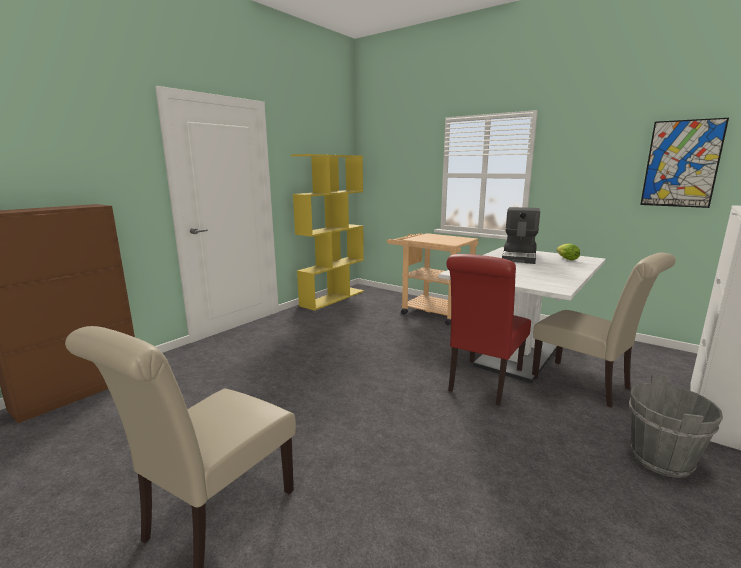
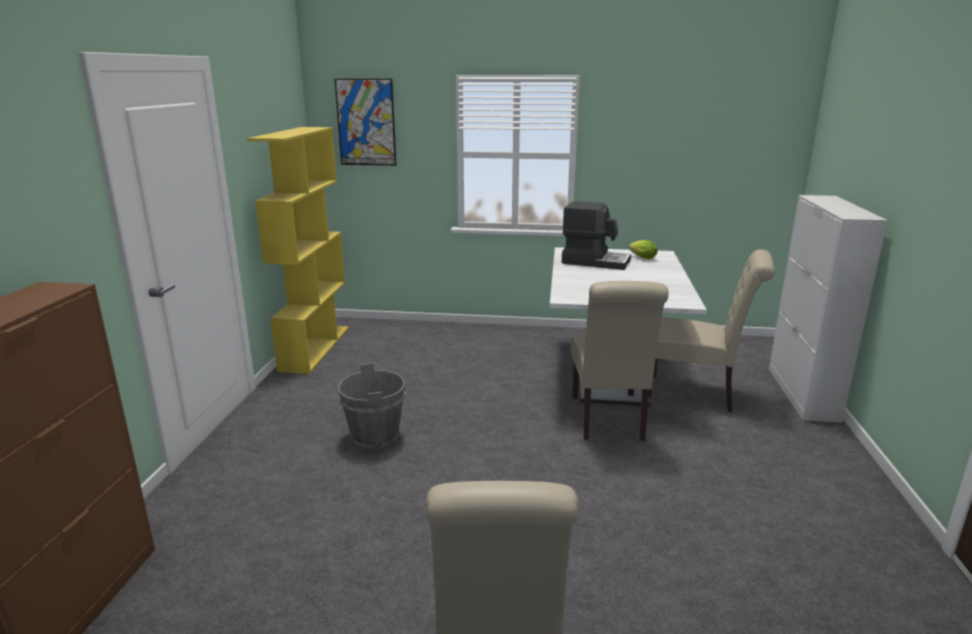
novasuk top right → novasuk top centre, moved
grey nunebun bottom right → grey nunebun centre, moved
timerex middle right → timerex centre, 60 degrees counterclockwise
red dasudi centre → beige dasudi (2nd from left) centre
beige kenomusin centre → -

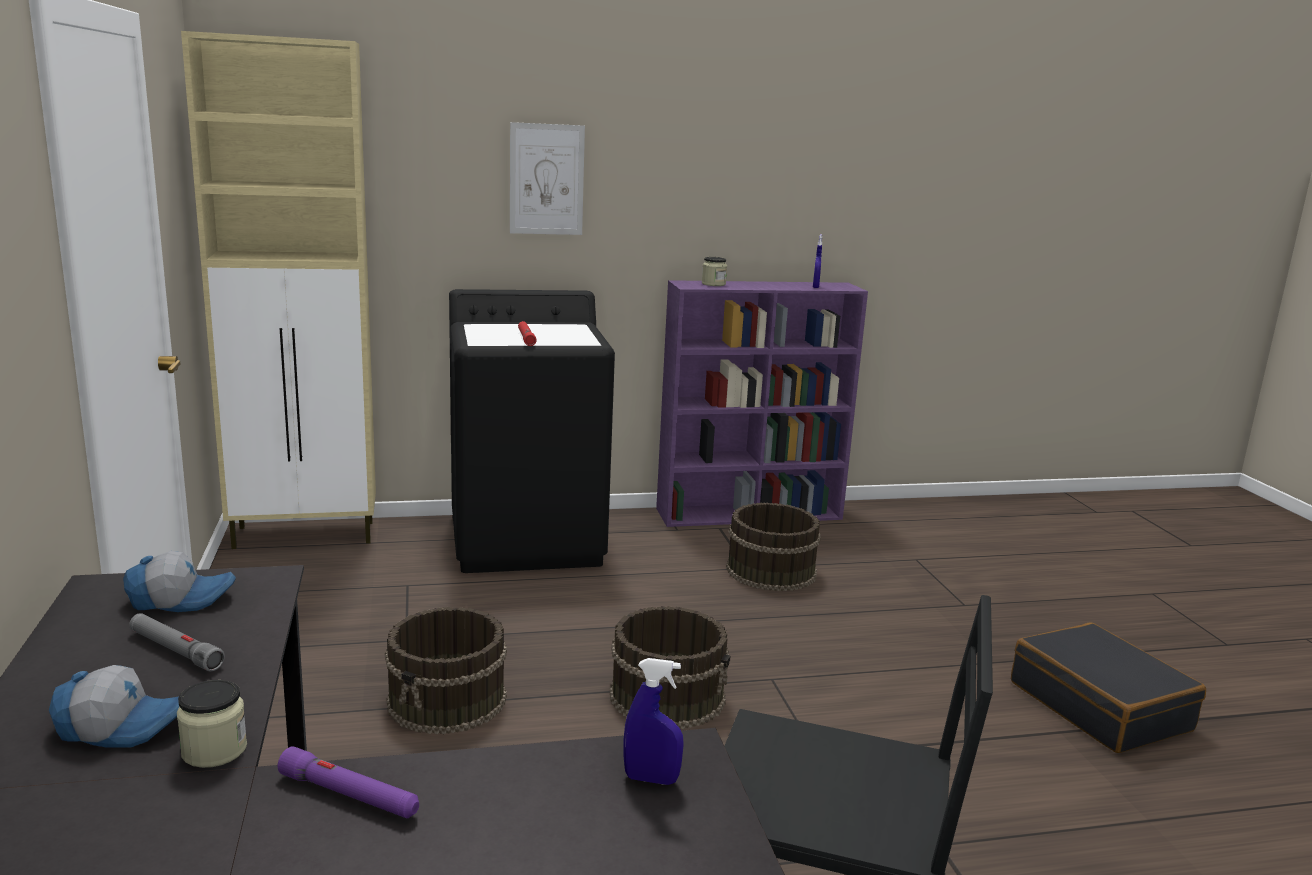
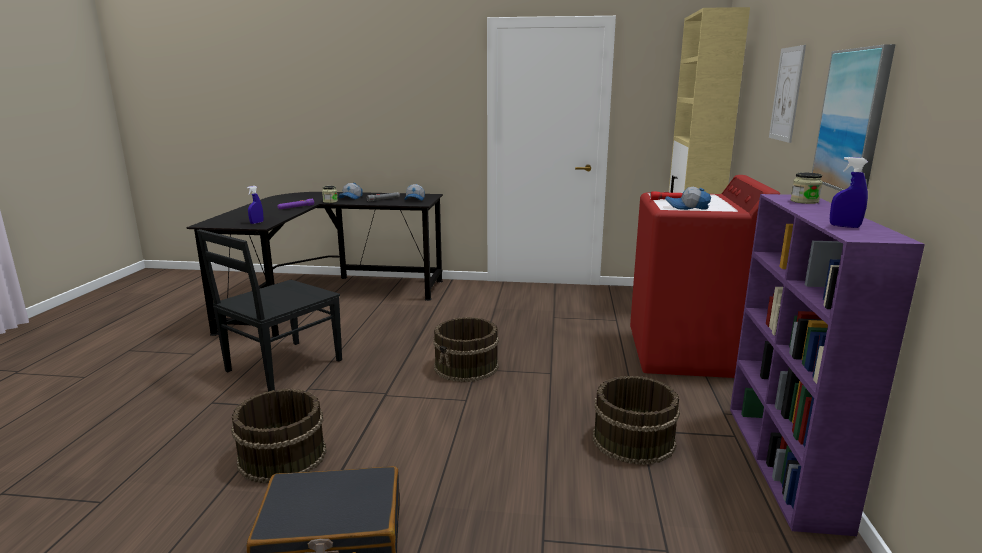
brown nunebun (1st from left) bottom centre → brown nunebun (1st from left) bottom left, moved
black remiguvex centre → red remiguvex middle right
- → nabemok (3rd from left) middle right
- → novasuk (2nd from left) top right

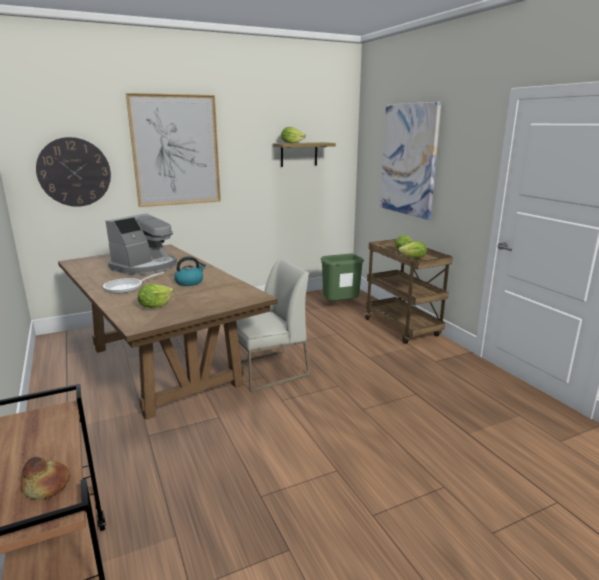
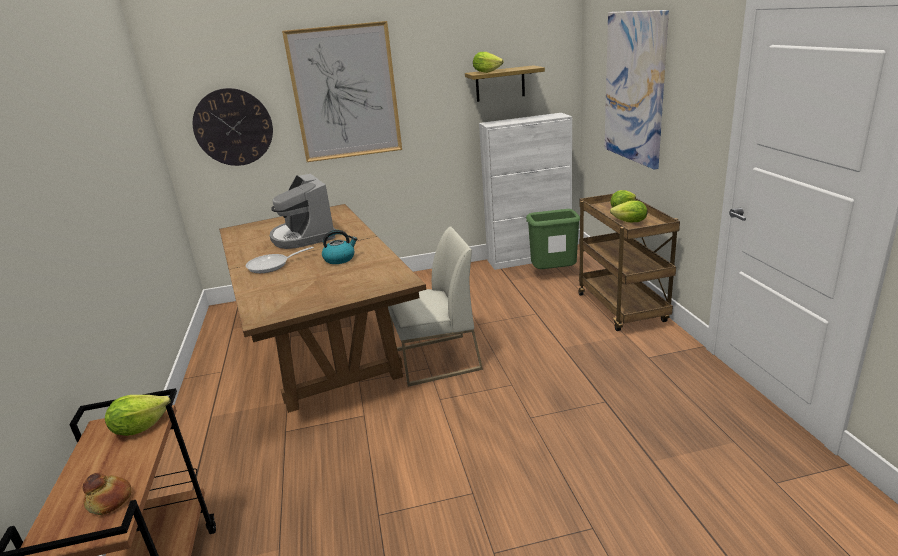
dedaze (1st from left) middle left → dedaze (1st from left) bottom left, moved
timerex middle left → timerex centre, 105 degrees clockwise
- → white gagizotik centre

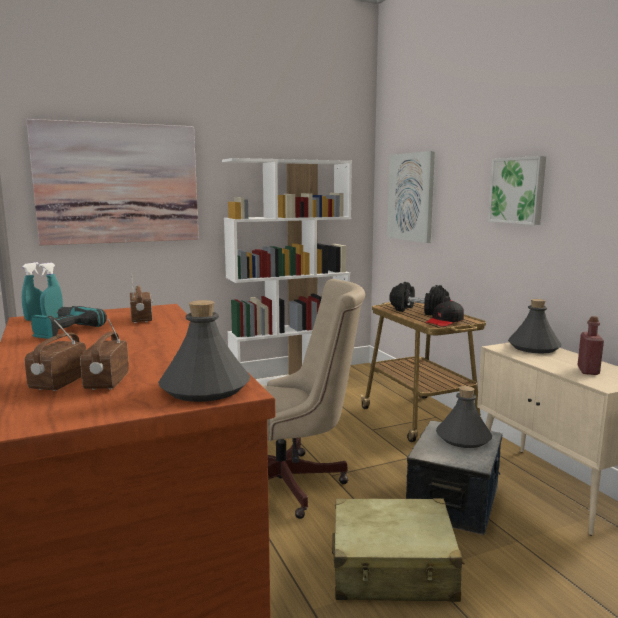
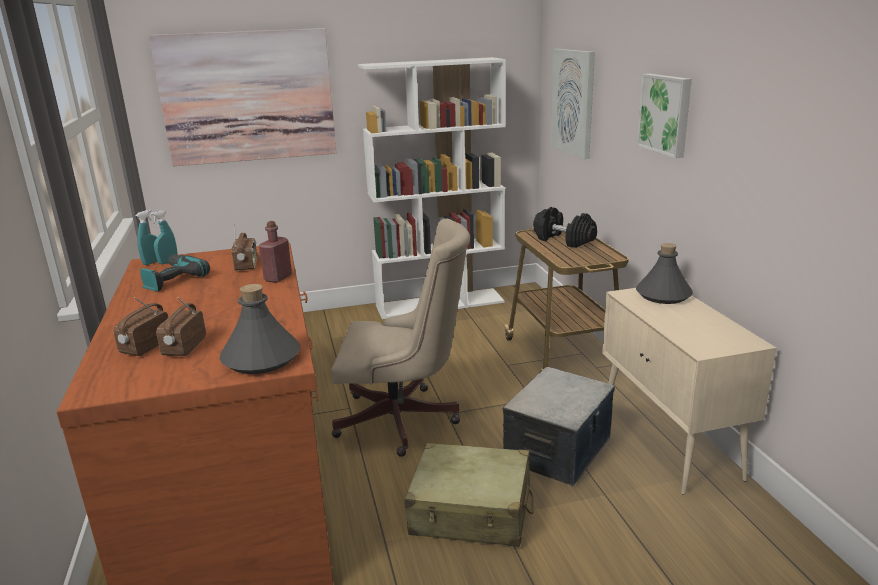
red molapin middle right → red molapin middle left, moved
black nabemok middle right → -
grey molapin (2nd from left) bottom right → -

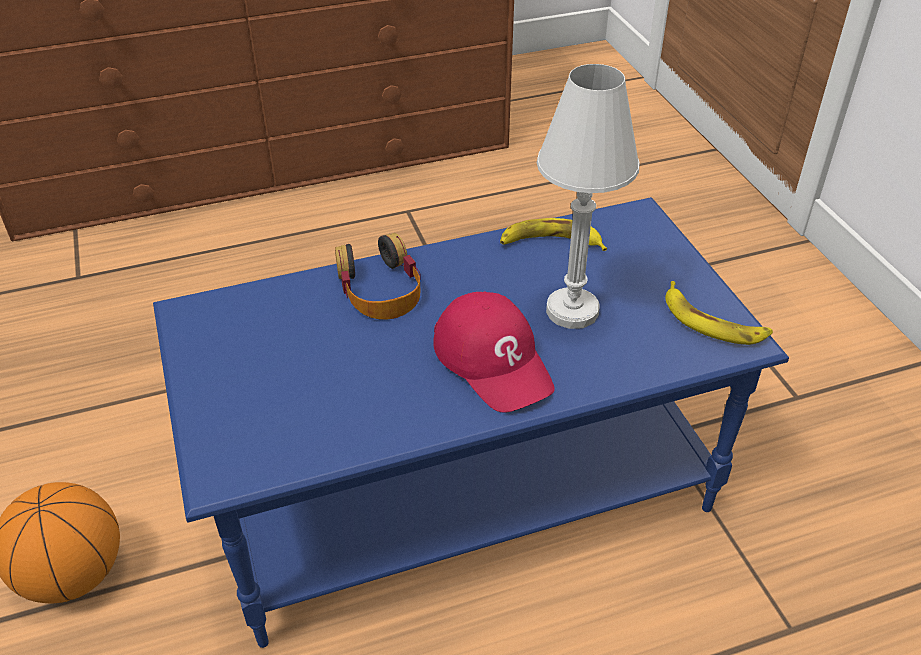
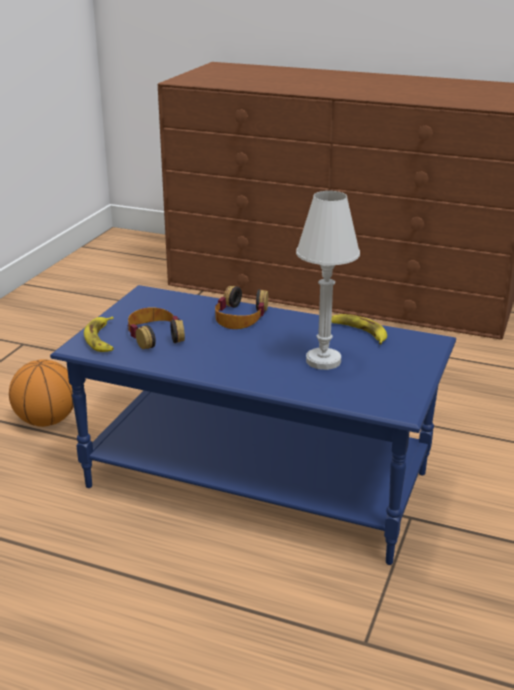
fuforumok (2nd from left in the first image) middle right → fuforumok (1st from left) middle left, moved
- → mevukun (1st from left) middle left
red nabemok centre → -

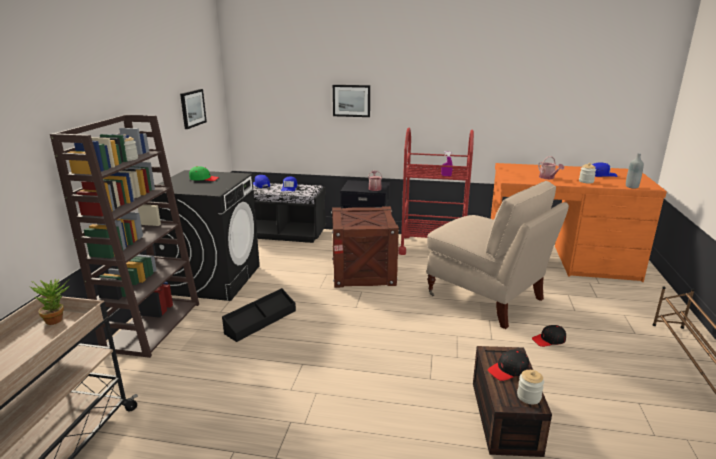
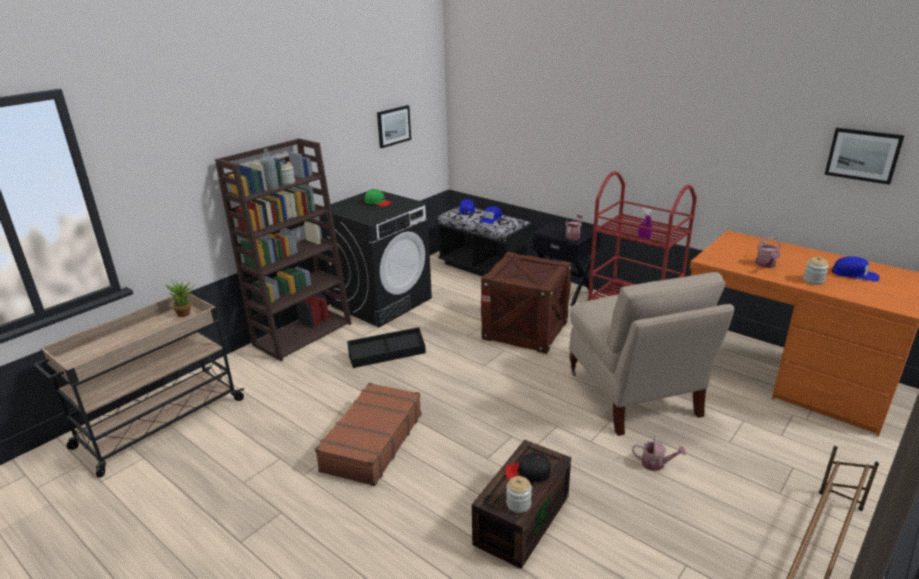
grey molapin middle right → grey molapin top left, moved
- → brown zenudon bottom centre
black nabemok (2nd from left) bottom right → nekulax (2nd from left) bottom right
novasuk (2nd from left) top centre → novasuk (2nd from left) top right, moved

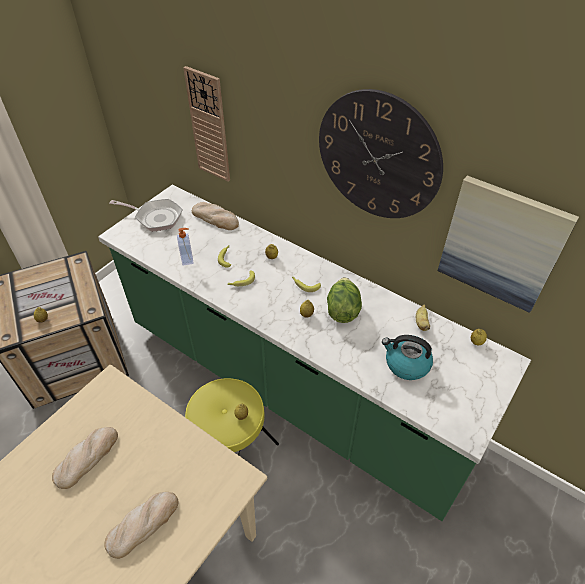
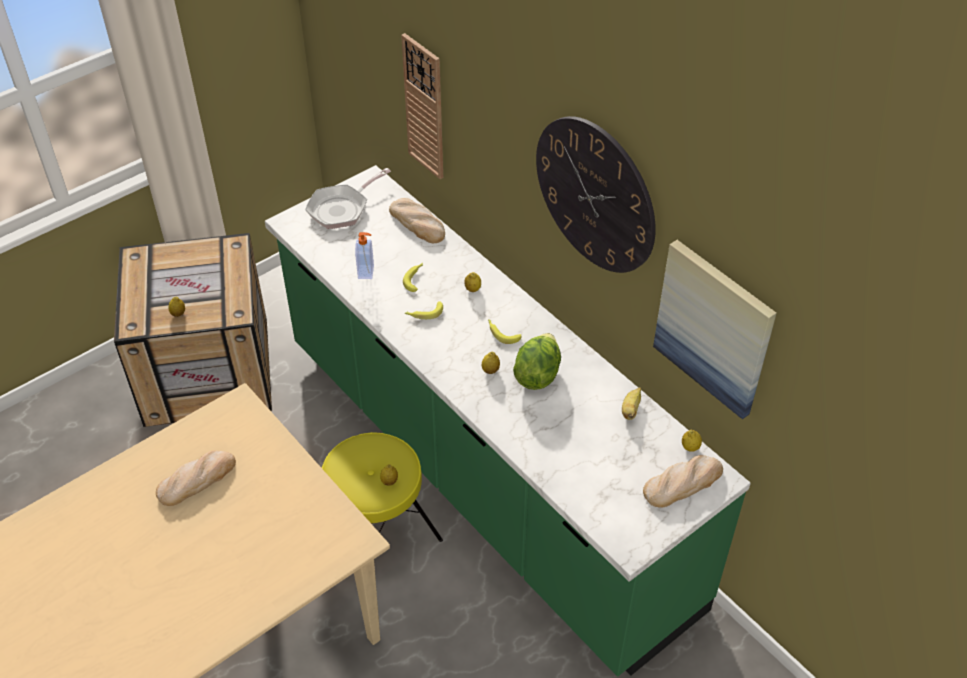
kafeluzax middle left → kafeluzax top centre, 105 degrees clockwise
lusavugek (2nd from left in the first image) bottom left → lusavugek (3rd from left) bottom right, moved
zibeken middle right → -

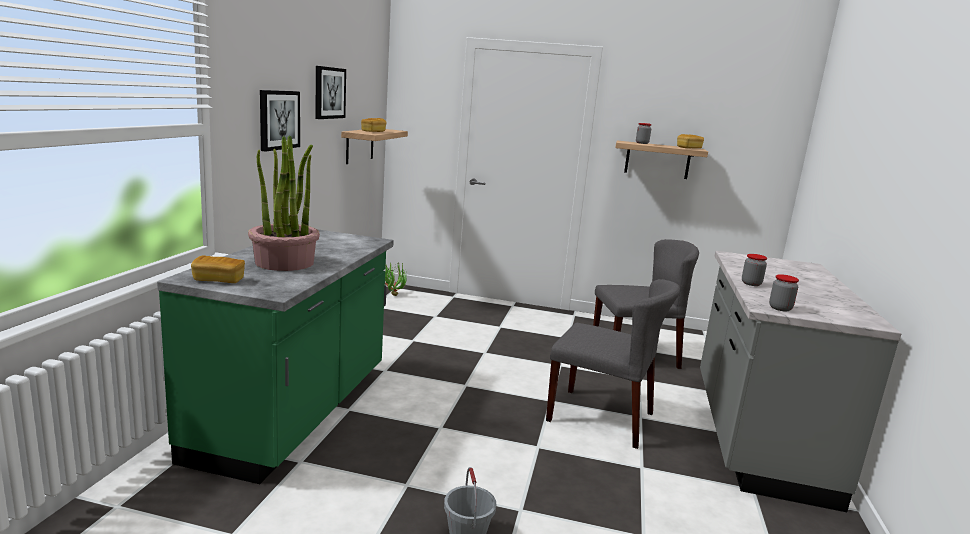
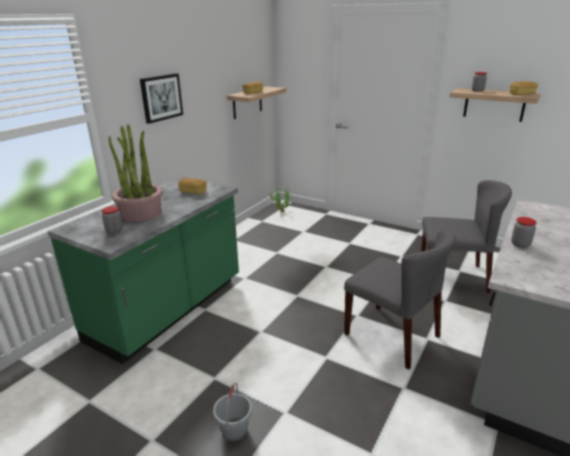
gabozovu (3rd from left in the first image) middle right → gabozovu (1st from left) middle left, moved
lusavugek (1st from left) middle left → lusavugek (1st from left) centre, moved
novasuk (2nd from left) top centre → -

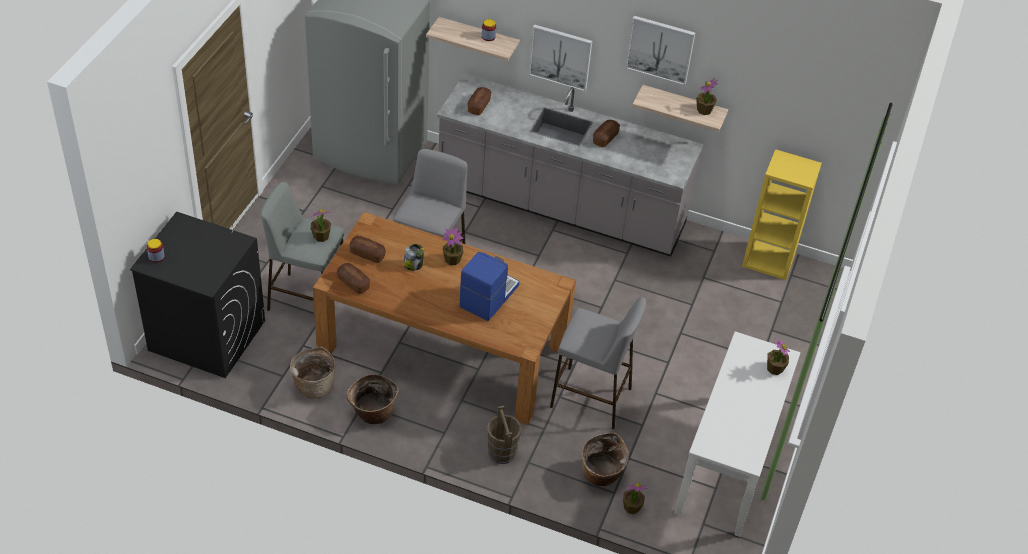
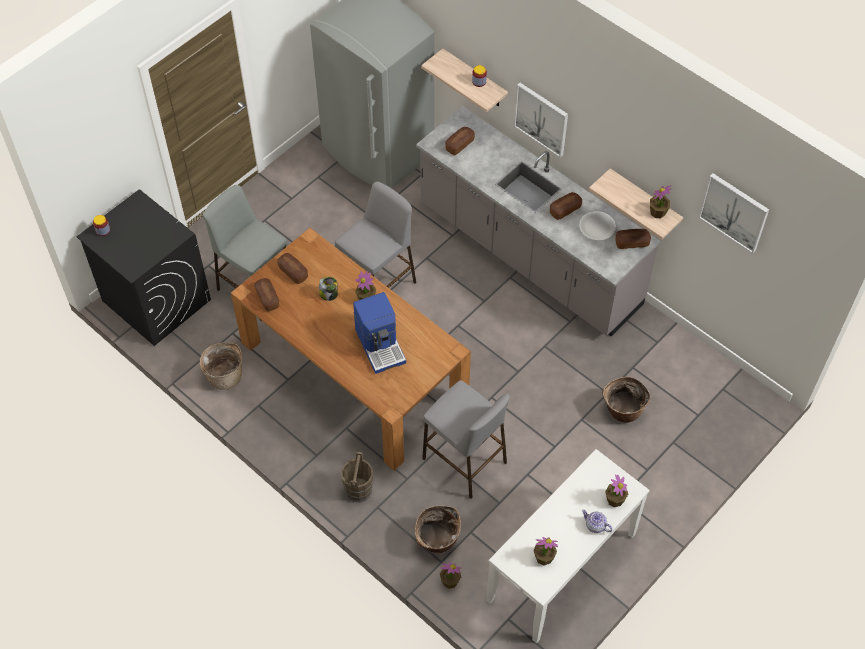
timerex centre, 105 degrees clockwise
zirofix (1st from left in the first image) middle left → zirofix (3rd from left) bottom centre, moved
- → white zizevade middle right
- → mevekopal bottom right
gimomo (2nd from left in the first image) bottom centre → gimomo (3rd from left) middle right, moved
- → lusavugek (5th from left) middle right
novasuk (2nd from left) top centre → novasuk (2nd from left) top right, moved
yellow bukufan middle right → -

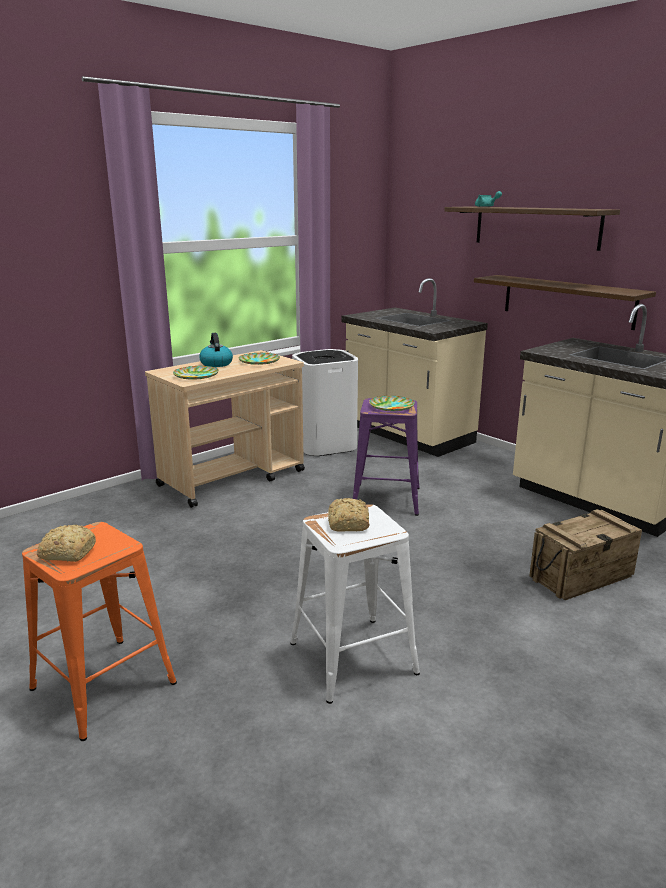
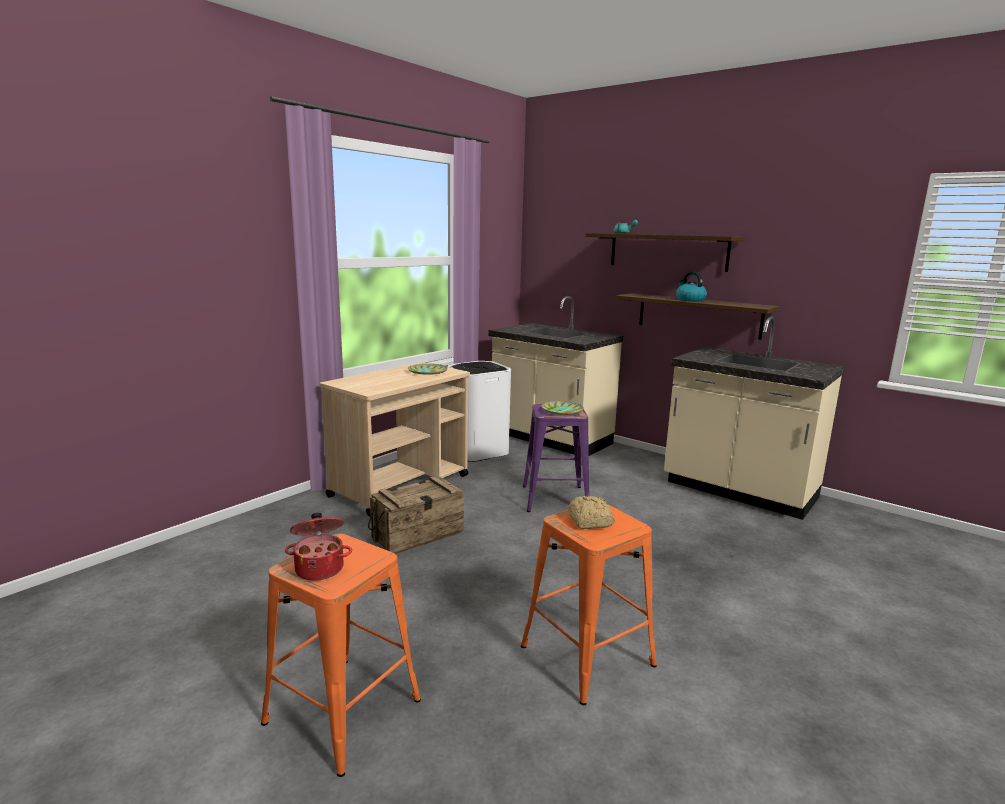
lusavugek (1st from left) middle left → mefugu bottom left
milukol middle right → milukol centre, moved
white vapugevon bottom centre → orange vapugevon (2nd from left) bottom centre
zibeken middle left → zibeken middle right, moved
zizevade (1st from left) middle left → -

